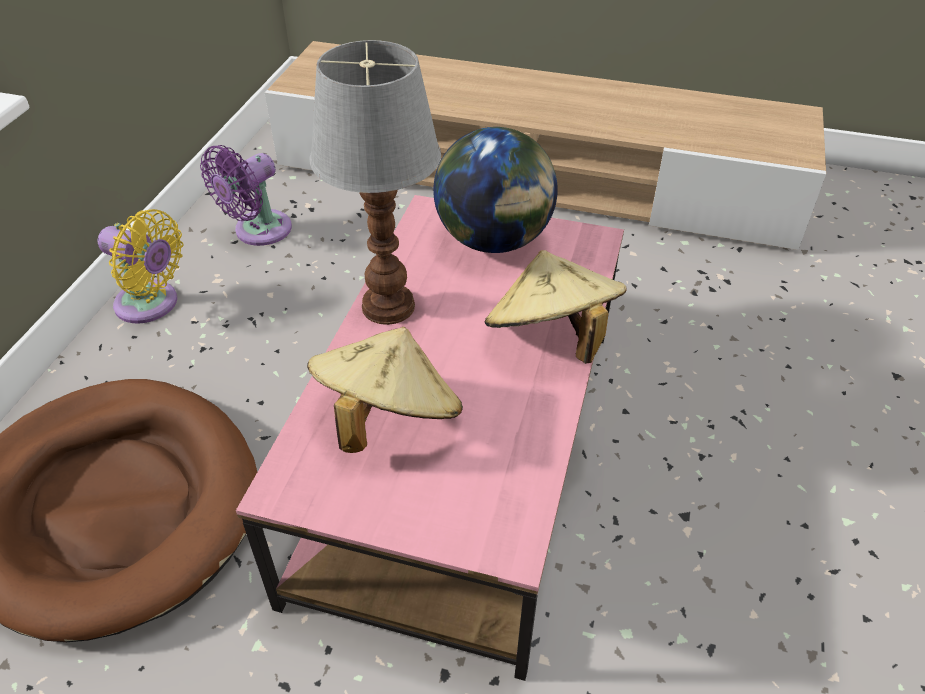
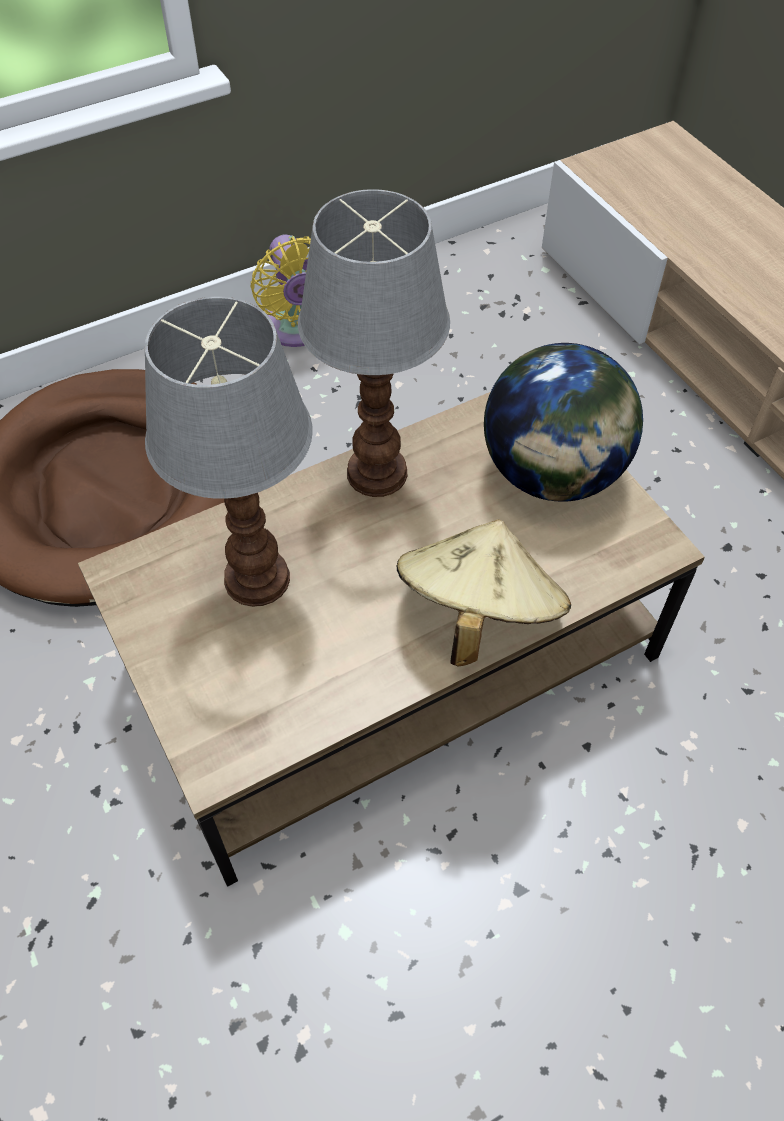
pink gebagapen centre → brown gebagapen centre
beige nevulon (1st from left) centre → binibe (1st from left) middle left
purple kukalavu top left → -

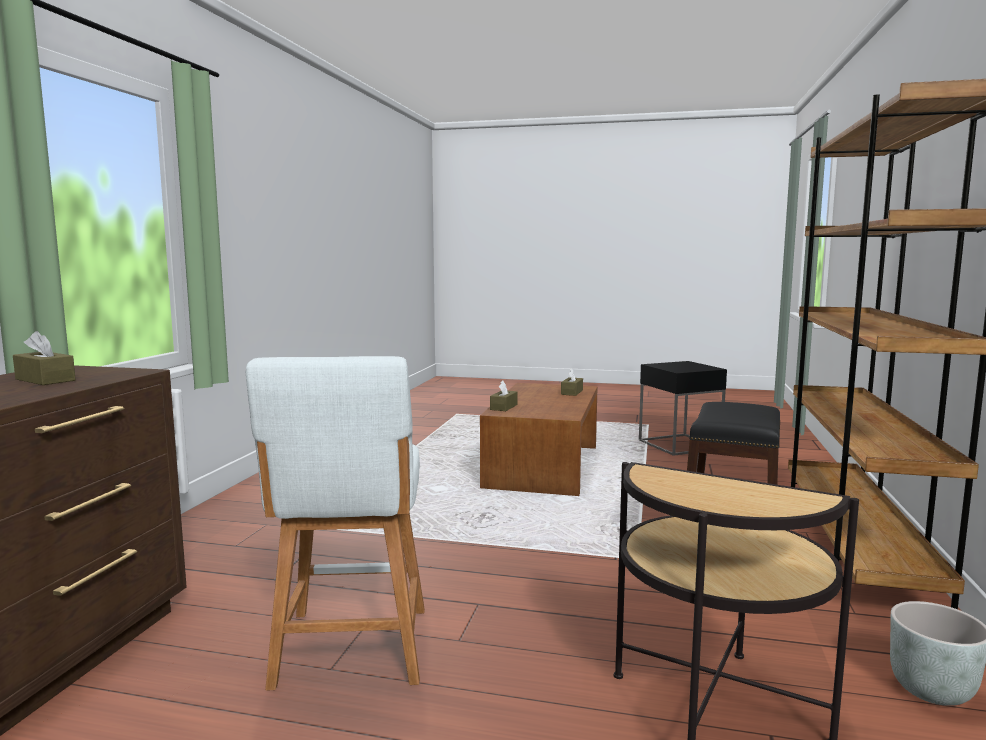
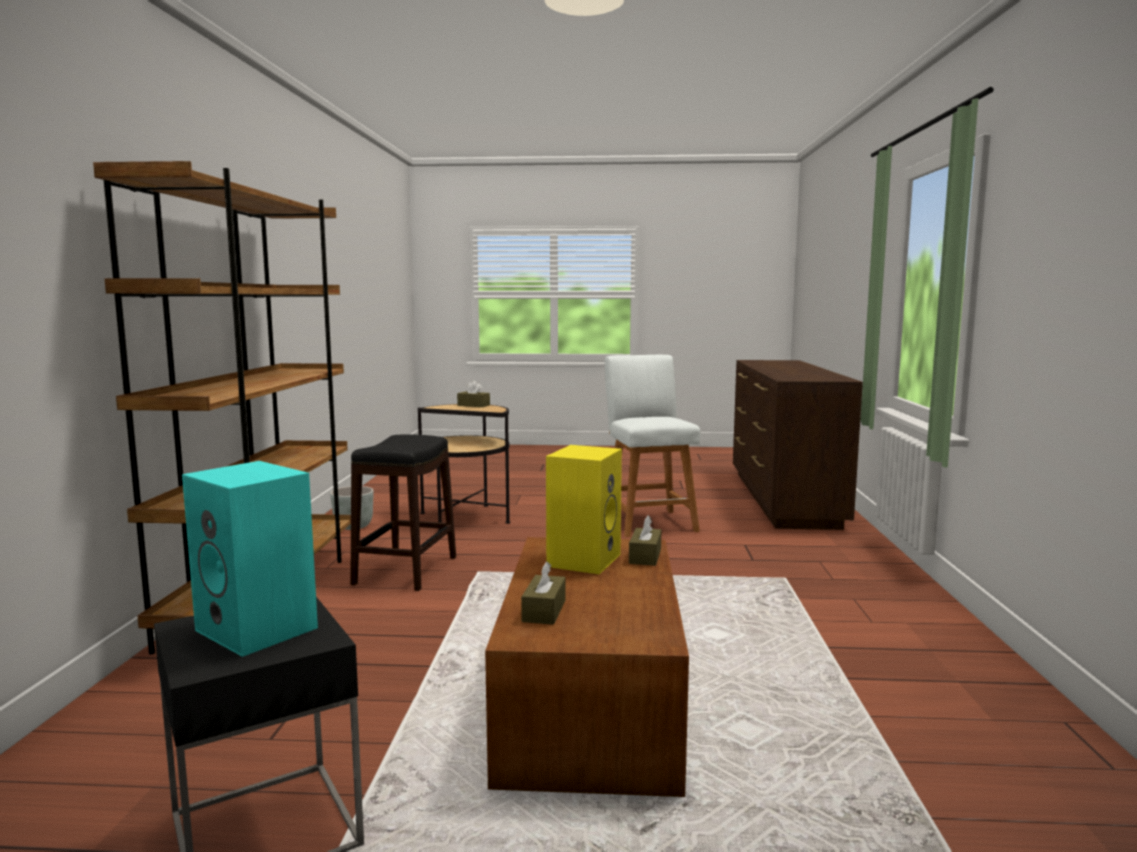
- → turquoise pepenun middle left
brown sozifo (1st from left) middle left → brown sozifo (1st from left) centre, moved
- → yellow pepenun centre

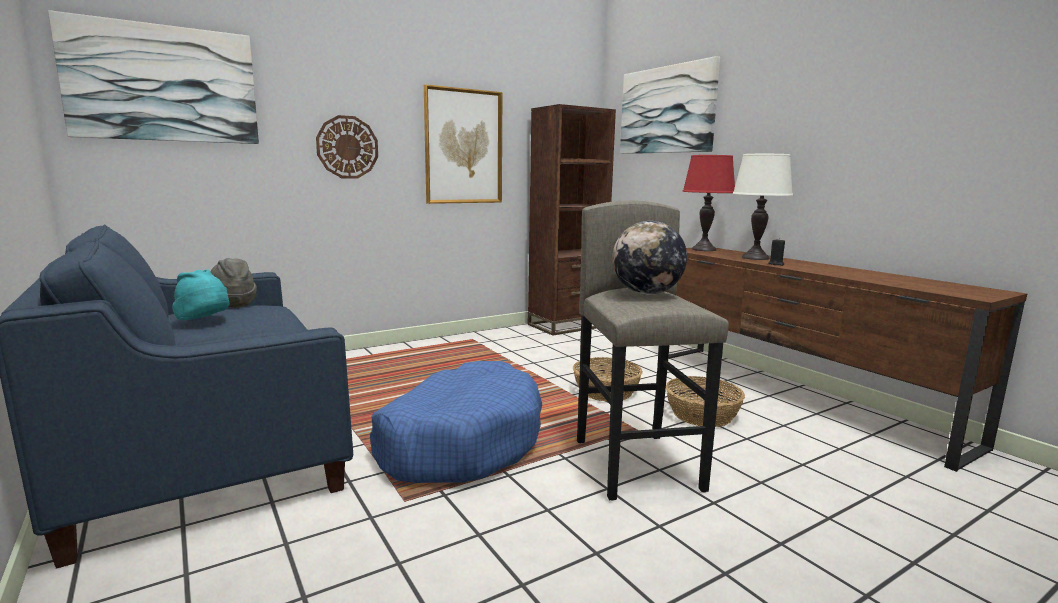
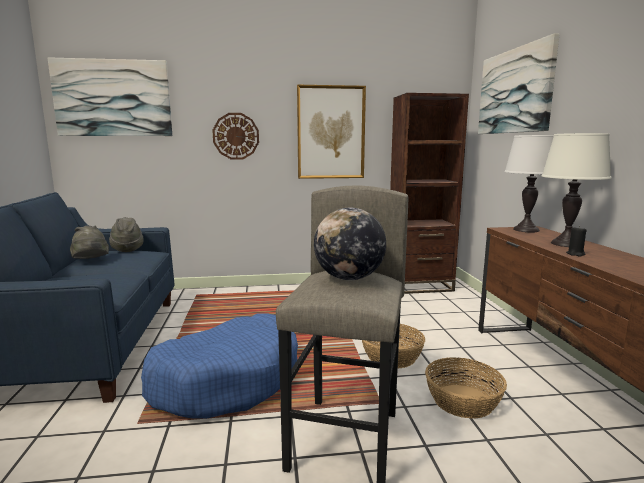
turquoise nevulon middle left → grey nevulon (1st from left) middle left
red binibe middle right → white binibe (1st from left) middle right

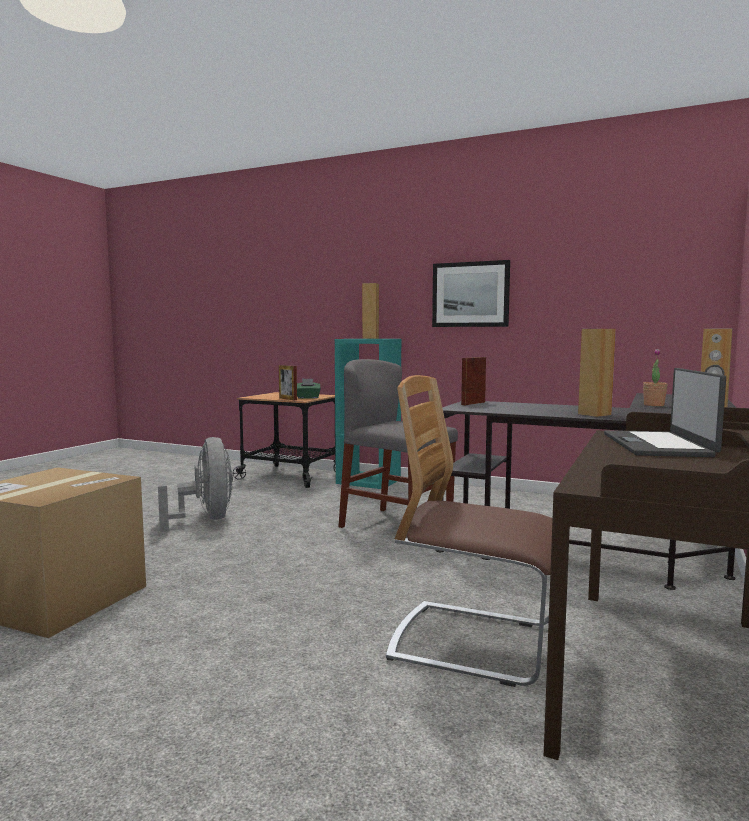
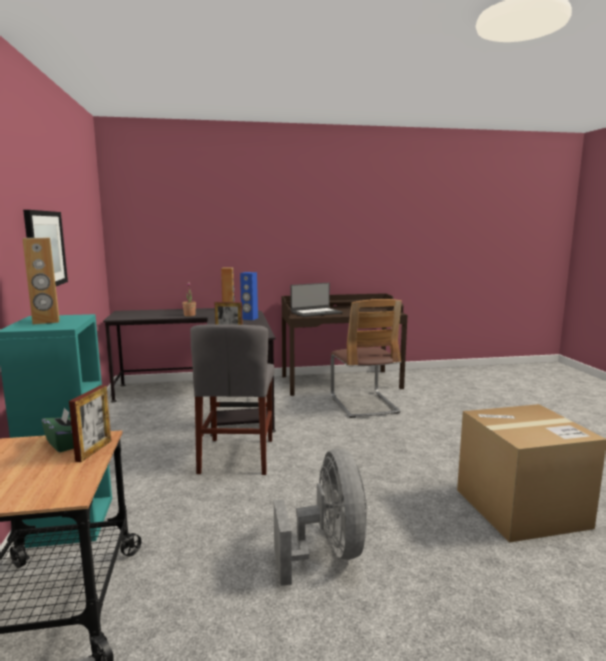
brown pepenun (2nd from left) middle right → blue pepenun centre
grey kukalavu middle left → grey kukalavu bottom centre, 135 degrees clockwise

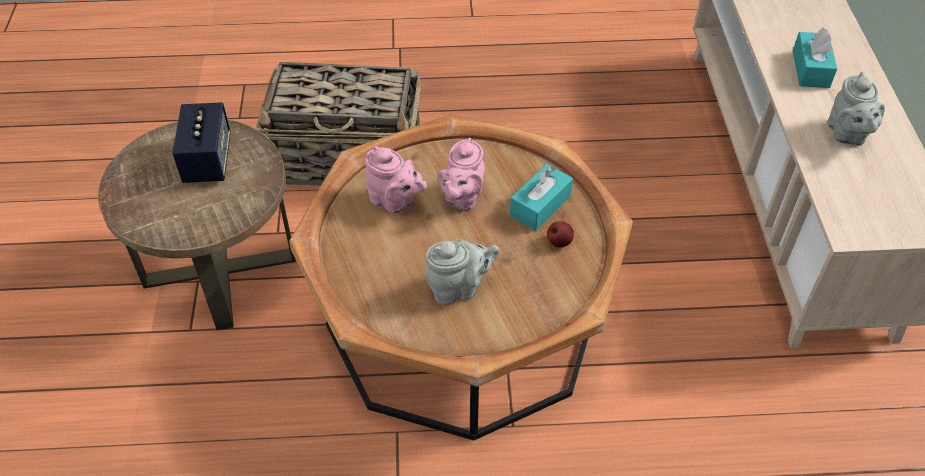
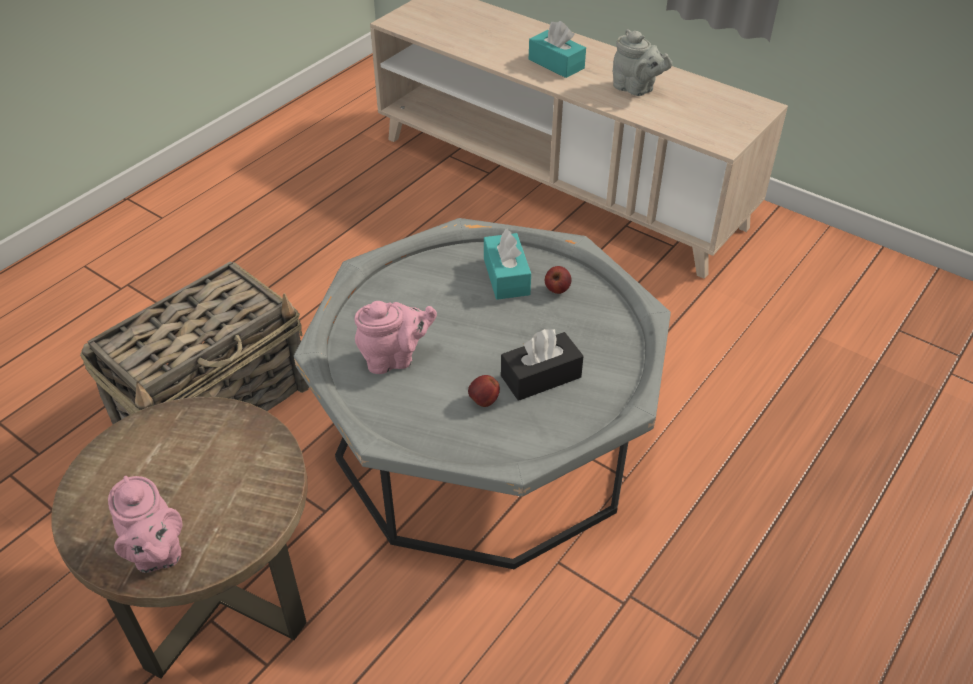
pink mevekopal (2nd from left in the first image) centre → pink mevekopal (1st from left) bottom left, moved
brown gebagapen centre → grey gebagapen centre
- → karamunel (1st from left) centre
grey mevekopal (1st from left) centre → black sozifo centre
pepenun top left → -

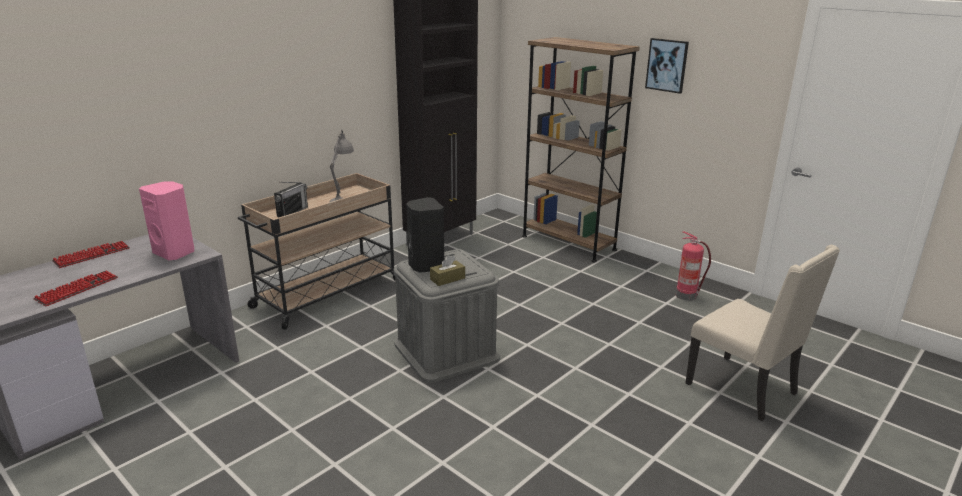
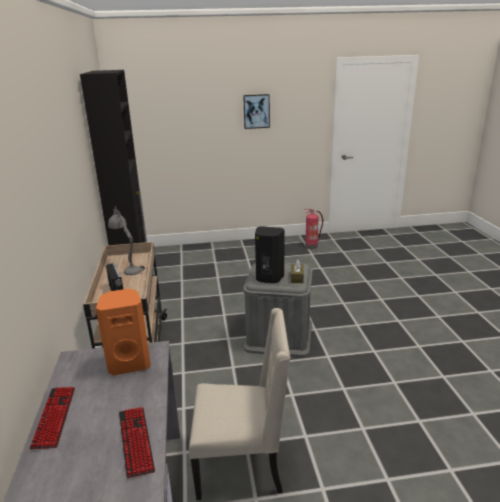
pink pepenun middle left → orange pepenun middle left
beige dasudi bottom right → beige dasudi bottom centre, moved
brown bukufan top centre → -

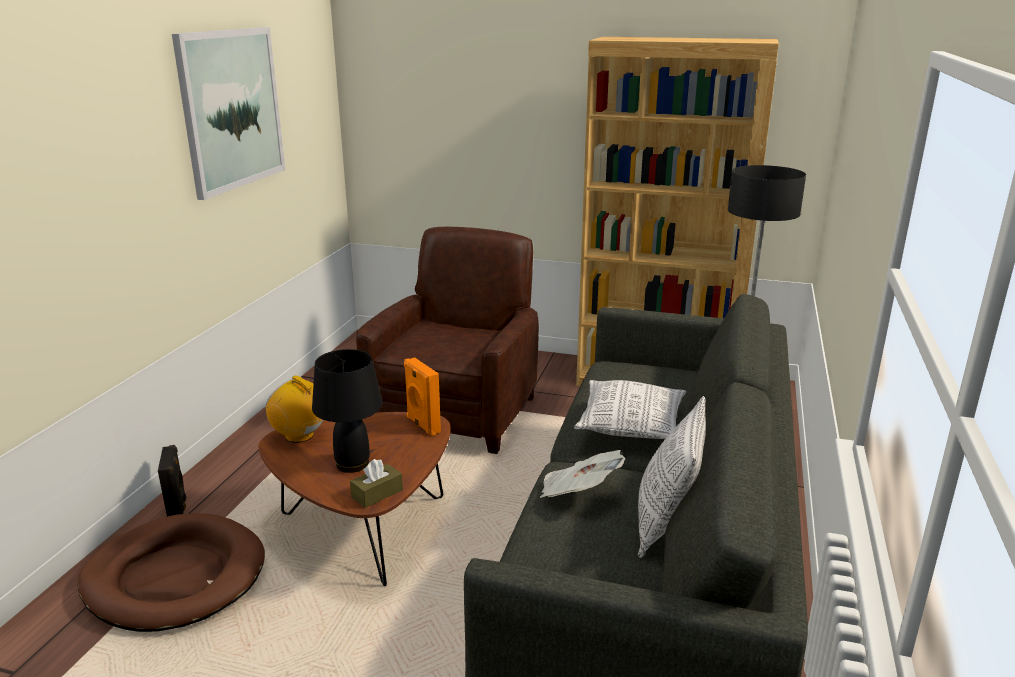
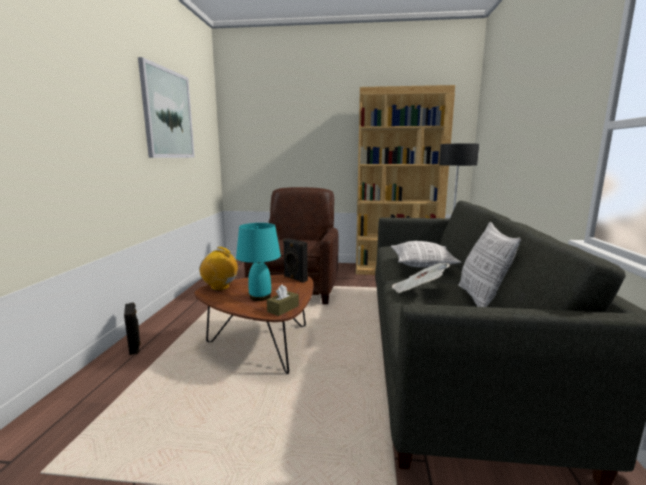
black binibe centre → turquoise binibe centre
orange pepenun centre → black pepenun (2nd from left) centre
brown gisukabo bottom left → -

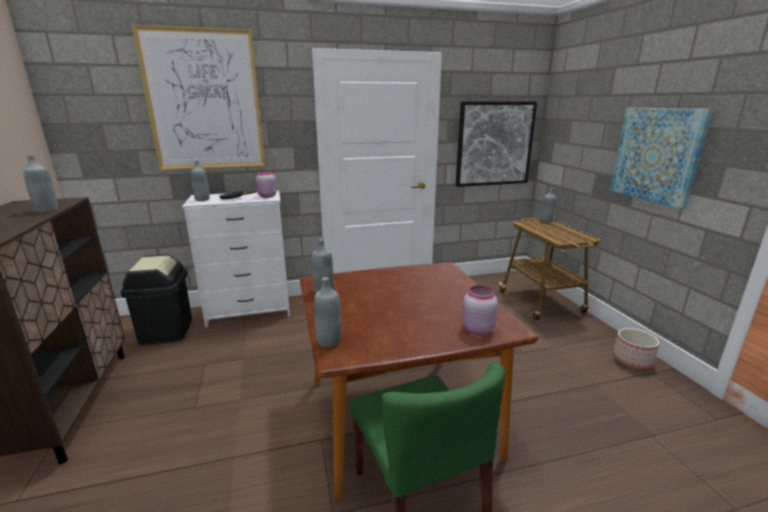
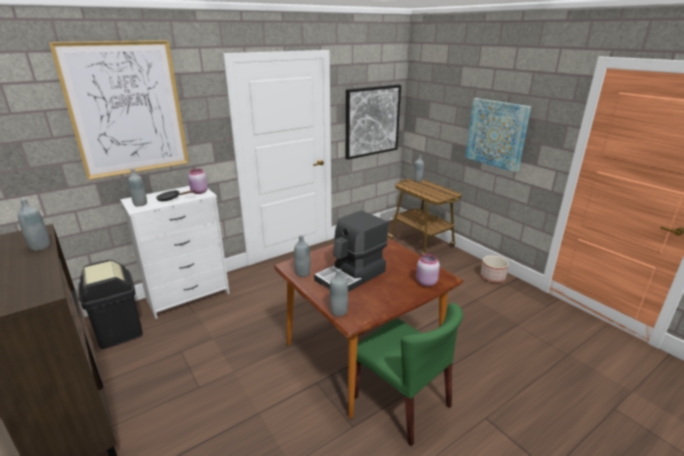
- → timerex centre

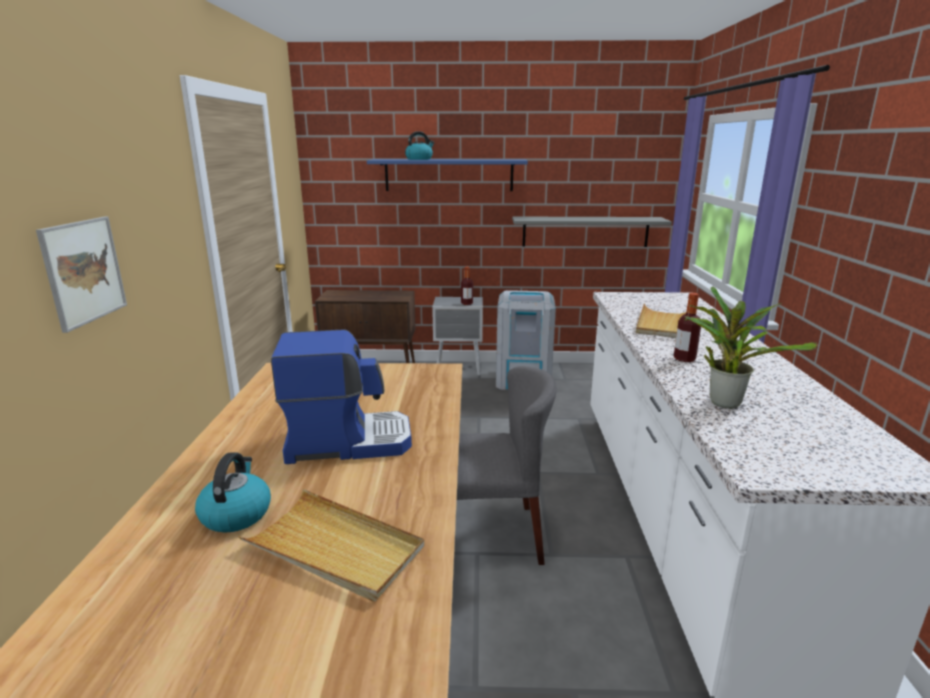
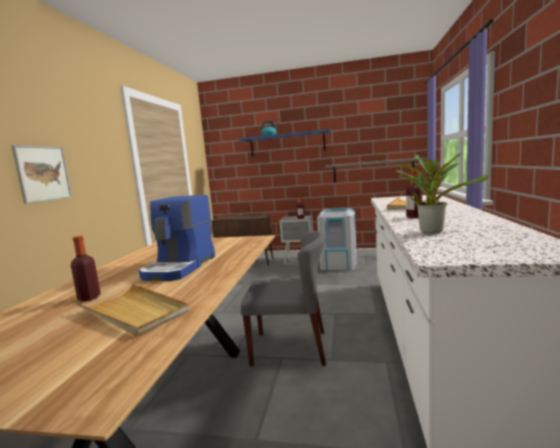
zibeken (1st from left) bottom left → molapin (1st from left) middle left
timerex centre → timerex middle left, 105 degrees clockwise

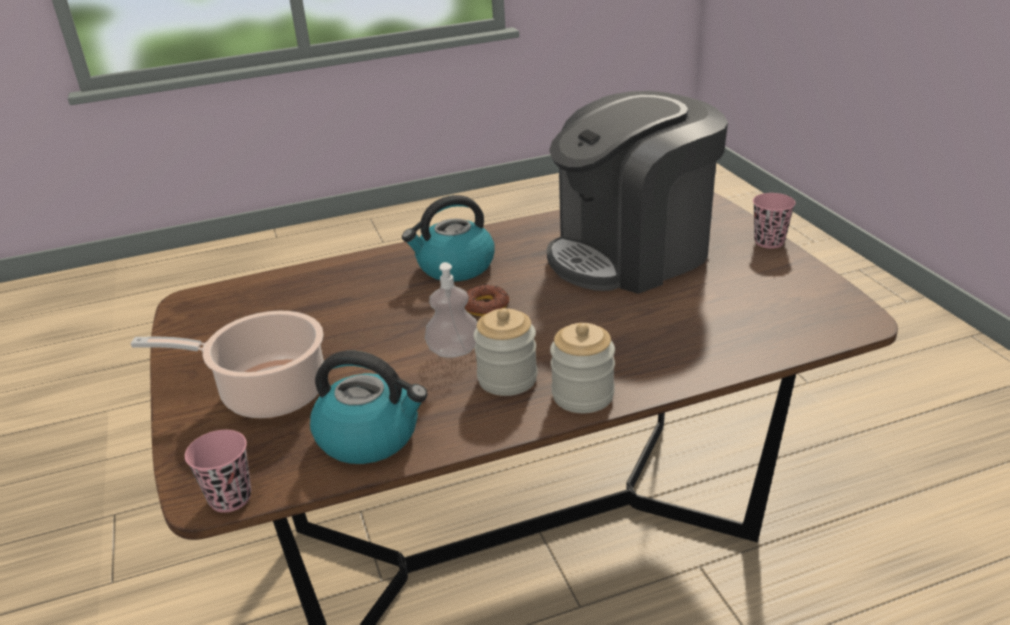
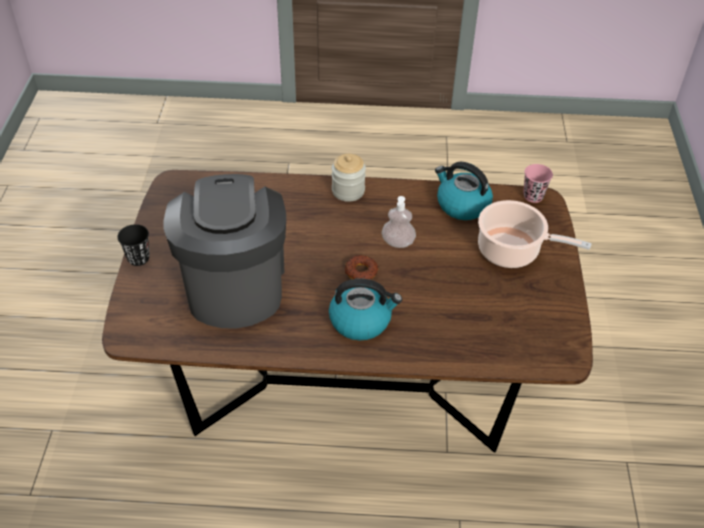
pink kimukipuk (2nd from left) middle right → black kimukipuk middle left
timerex top centre → timerex middle left, 90 degrees counterclockwise
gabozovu (1st from left) centre → -

